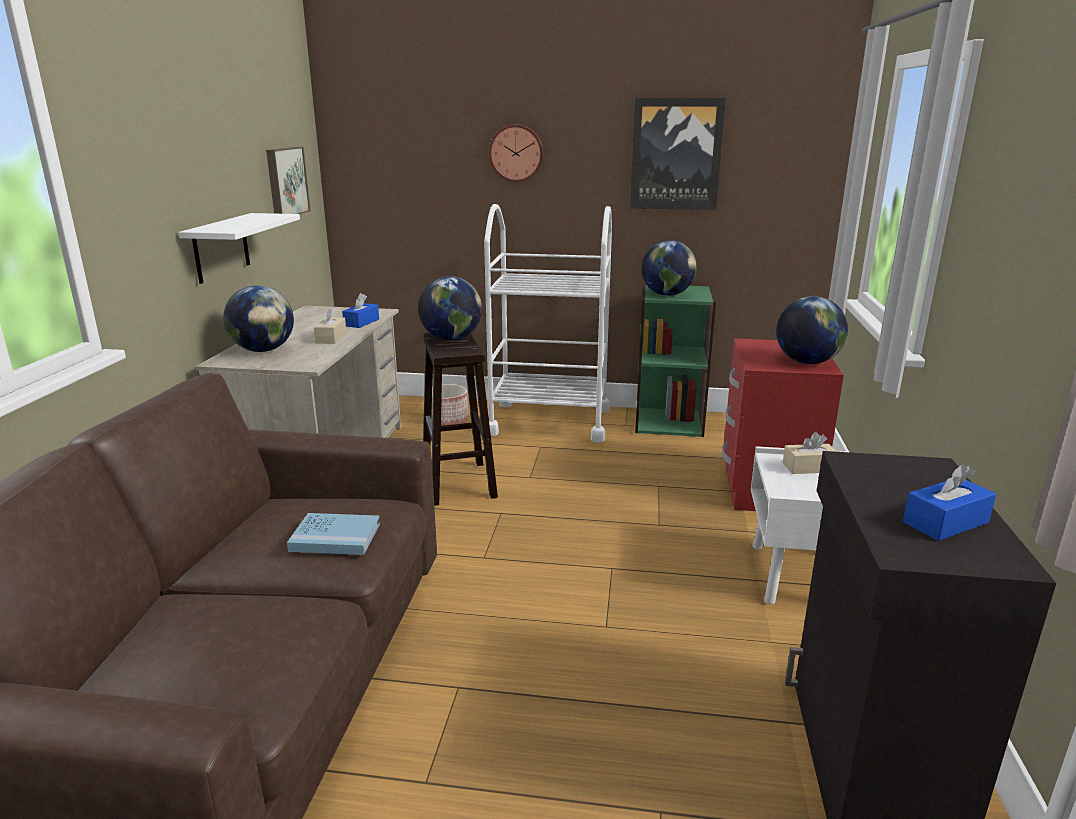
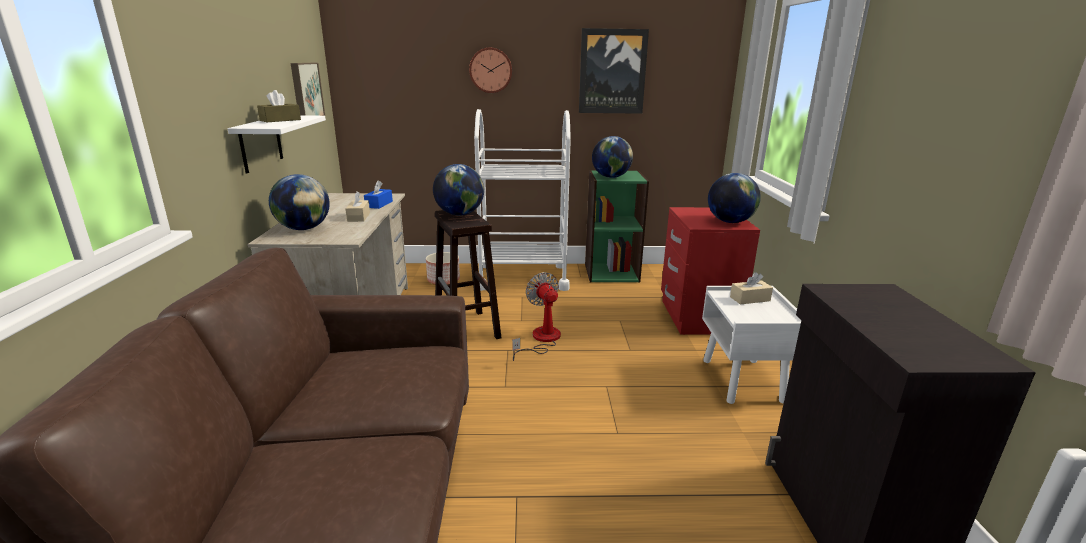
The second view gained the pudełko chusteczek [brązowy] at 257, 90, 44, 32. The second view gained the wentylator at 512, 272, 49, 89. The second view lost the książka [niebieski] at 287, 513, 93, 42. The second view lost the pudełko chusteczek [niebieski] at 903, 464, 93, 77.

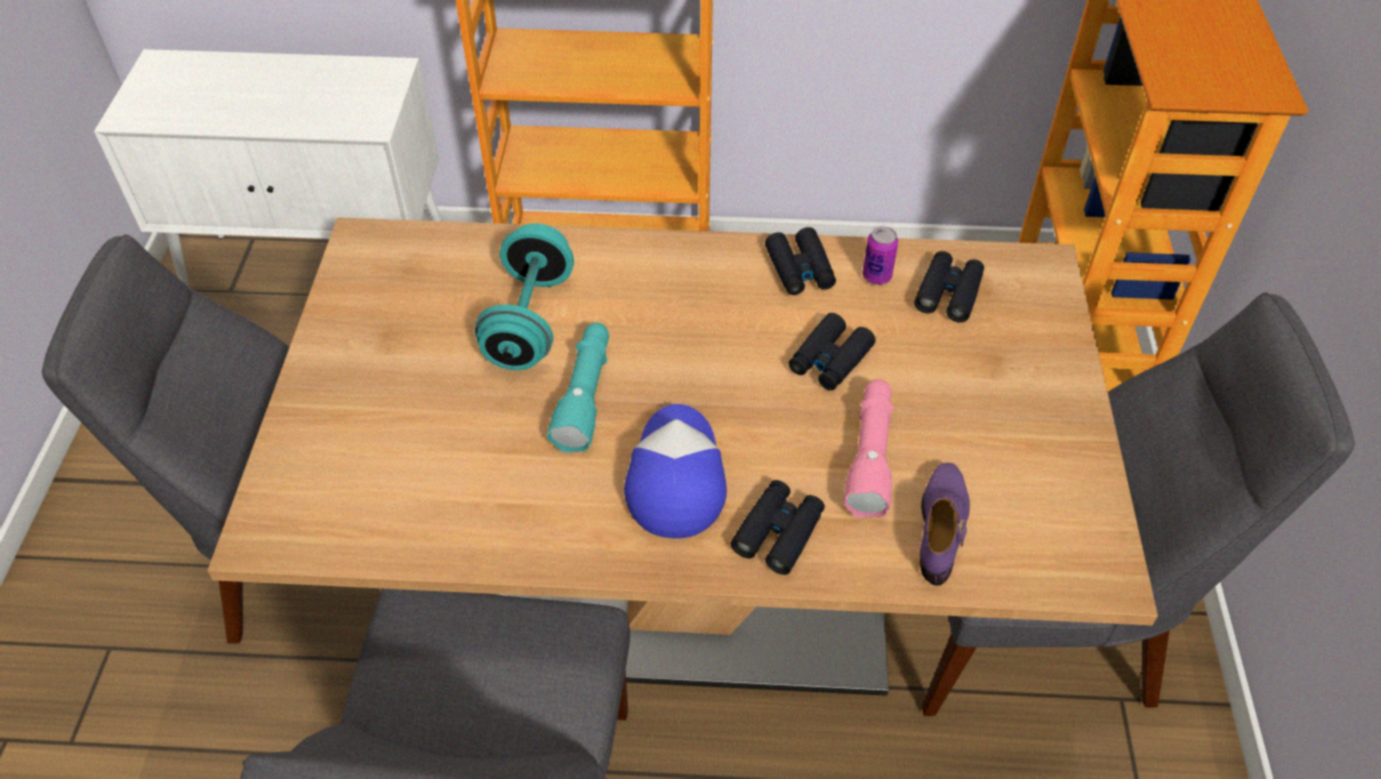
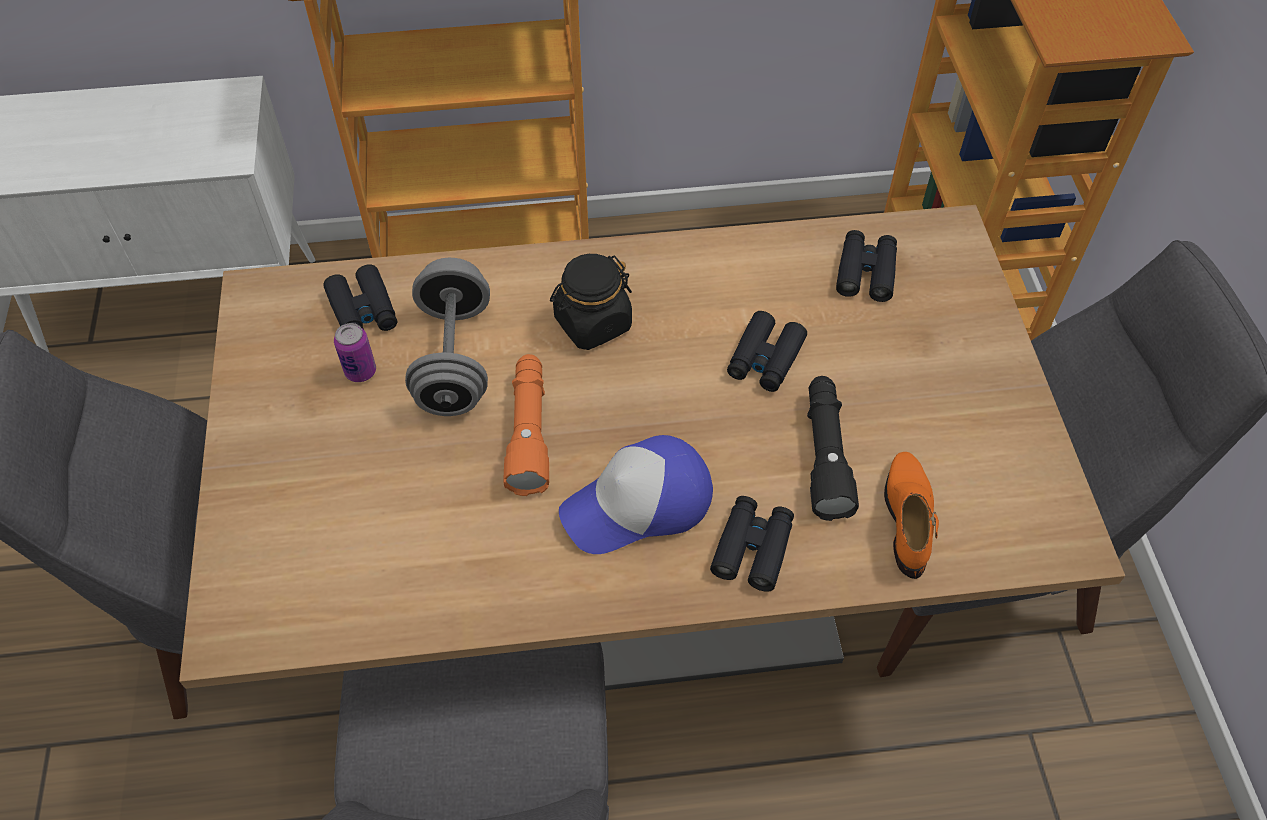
The lornetka [czarny] ended up elsewhere, having gone from 765, 227, 71, 68 to 323, 264, 74, 67. The puszka ended up elsewhere, having gone from 862, 226, 36, 59 to 334, 323, 42, 59. What was the hantel [turkusowy] at 474, 223, 100, 147 turned into the hantel [szary] at 405, 258, 85, 158. What was the latarka [turkusowy] at 547, 323, 62, 130 turned into the latarka [pomarańczowy] at 503, 354, 46, 142. The second view gained the słoik [czarny] at 550, 254, 82, 96. The czapka z daszkiem at 624, 404, 103, 134 ended up facing another way, 105 degrees counterclockwise from before. What was the latarka [różowy] at 844, 379, 50, 140 turned into the latarka [czarny] at 807, 376, 52, 145. What was the but [fioletowy] at 920, 463, 50, 123 turned into the but [pomarańczowy] at 884, 452, 55, 127.

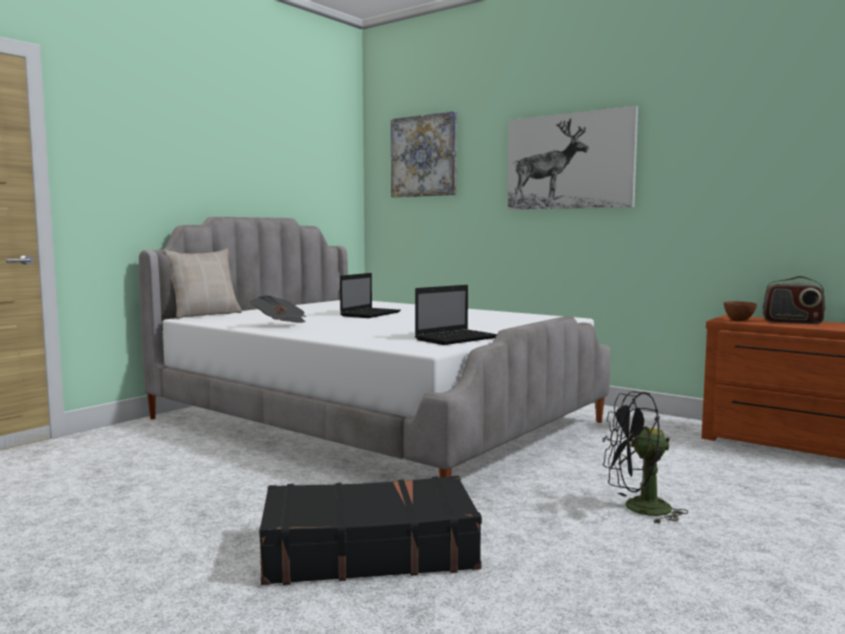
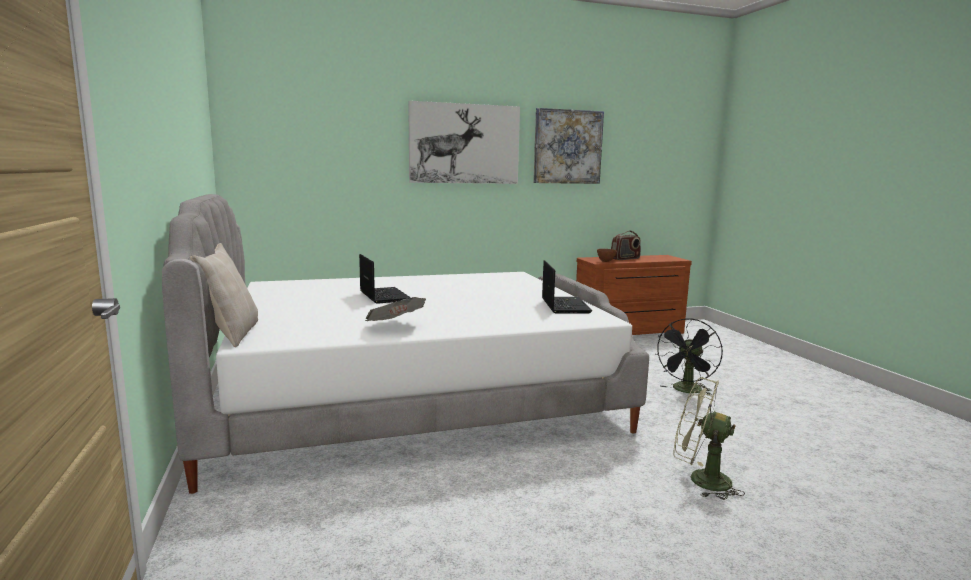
The obraz ended up elsewhere, having gone from 391, 111, 66, 86 to 533, 108, 71, 76. Where the walizka [czarny] stood at 259, 476, 223, 109, the wentylator [zielony] came to stand at 673, 377, 72, 123.

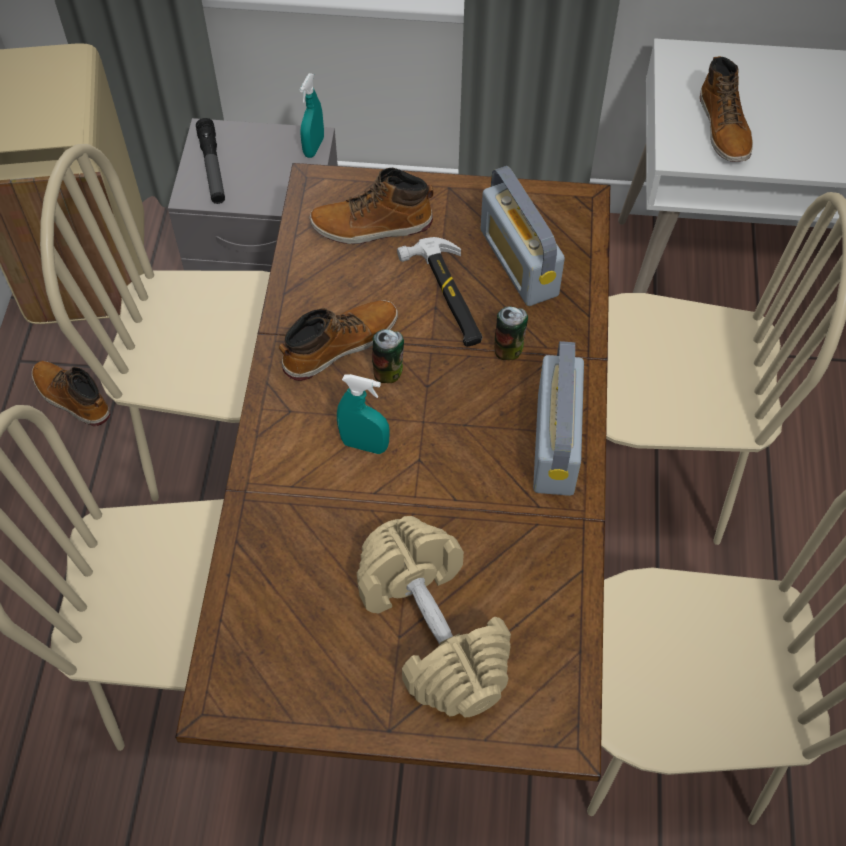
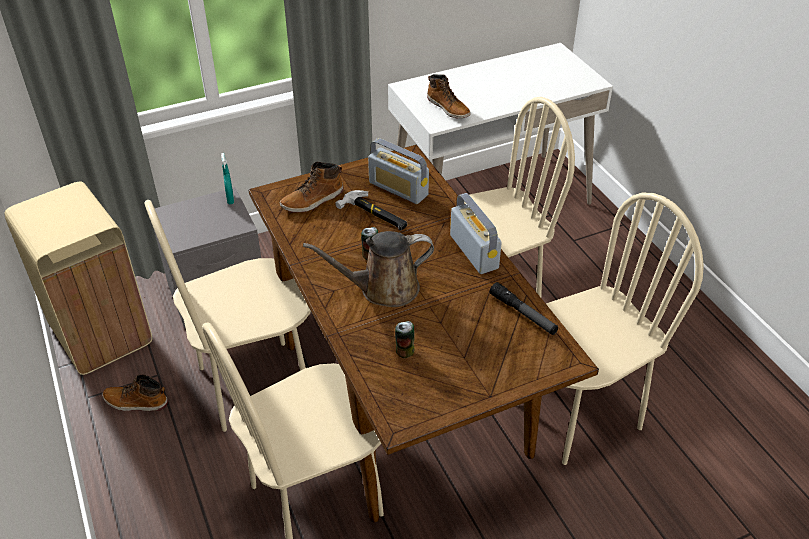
Where the spryskiwacz [turkusowy] stood at 337, 374, 53, 80, the konewka [brązowy] came to stand at 303, 231, 131, 76. The puszka ended up elsewhere, having gone from 494, 306, 34, 54 to 395, 321, 20, 37. The latarka ended up elsewhere, having gone from 196, 118, 29, 86 to 490, 282, 68, 53. The second view lost the but z cholewką at 279, 301, 119, 80. The second view lost the hantel [beżowy] at 357, 516, 154, 201.

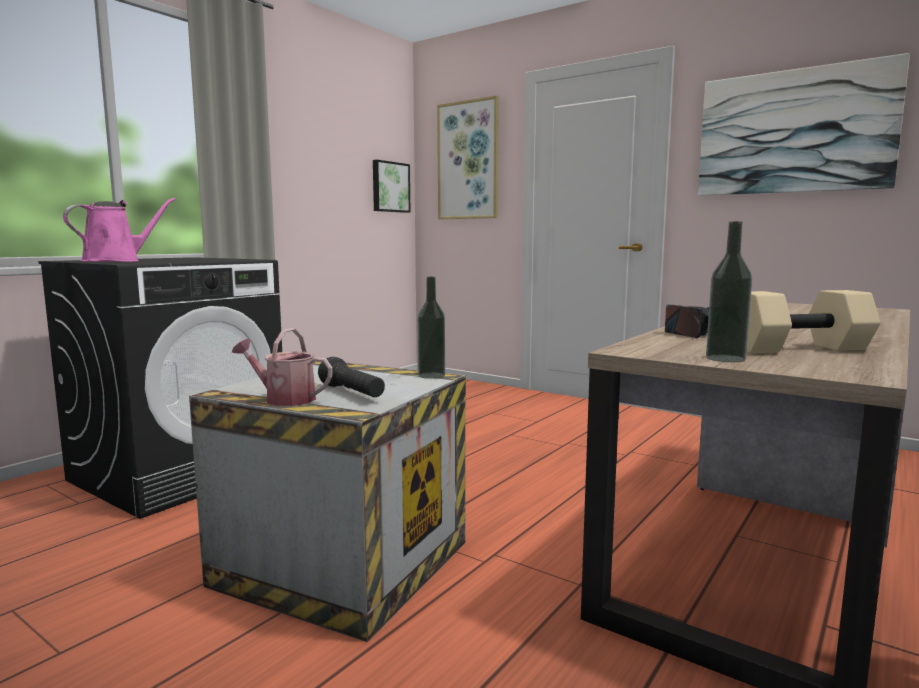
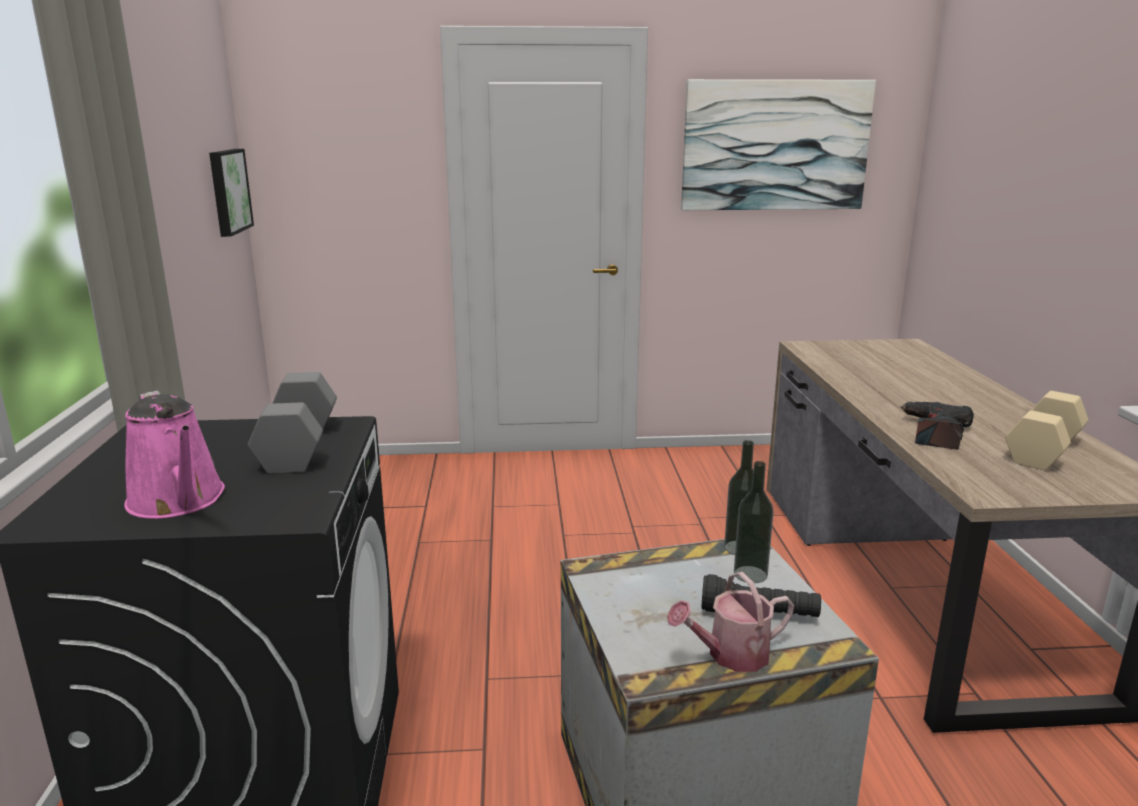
The konewka [różowy] at 63, 198, 113, 64 ended up facing another way, 150 degrees clockwise from before. The second view gained the hantel [szary] at 248, 372, 89, 102. The butelka ended up elsewhere, having gone from 706, 221, 46, 141 to 734, 461, 40, 122. The second view lost the obraz at 437, 95, 62, 124.

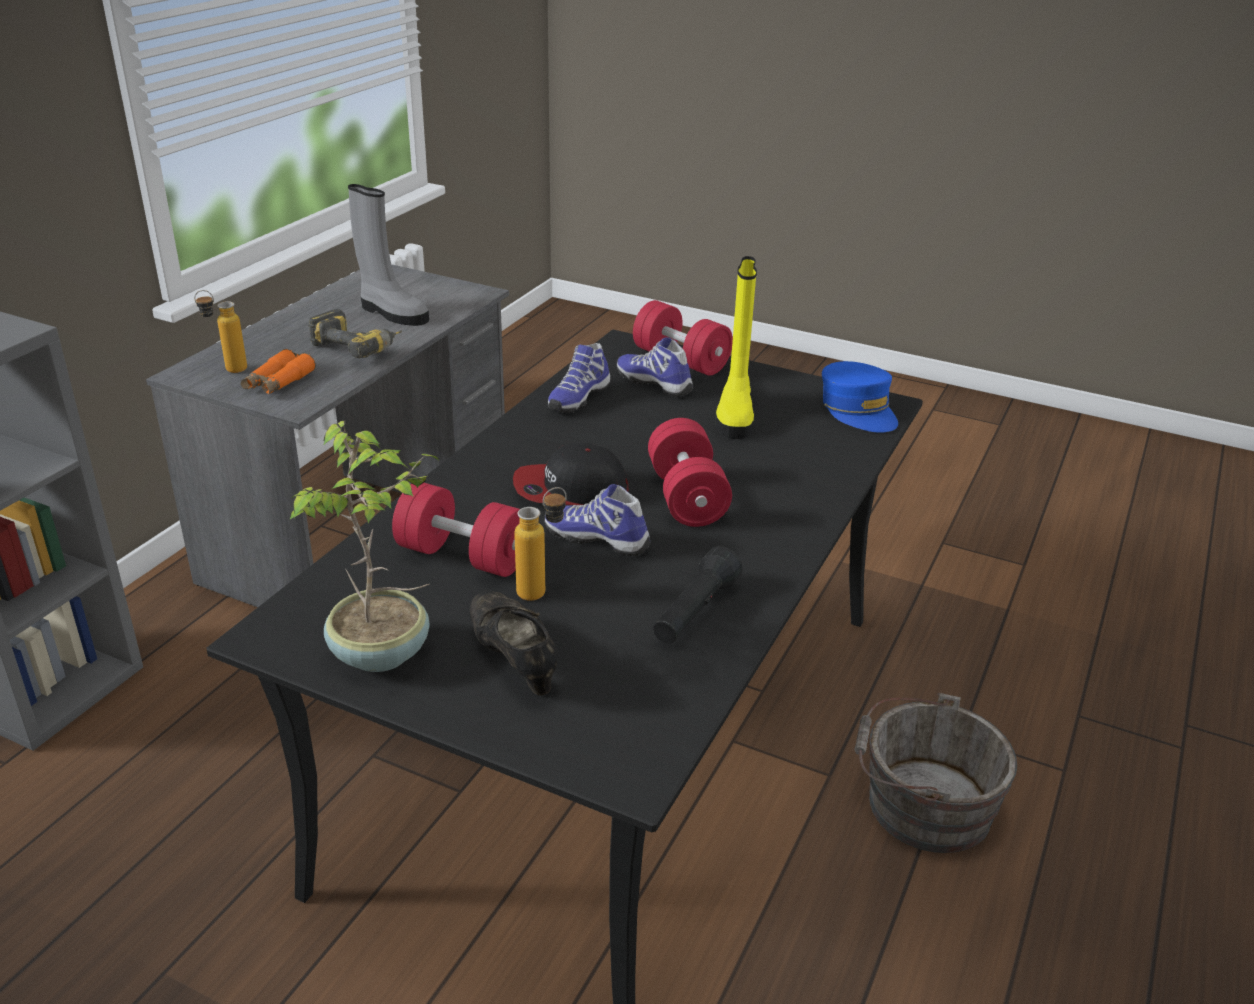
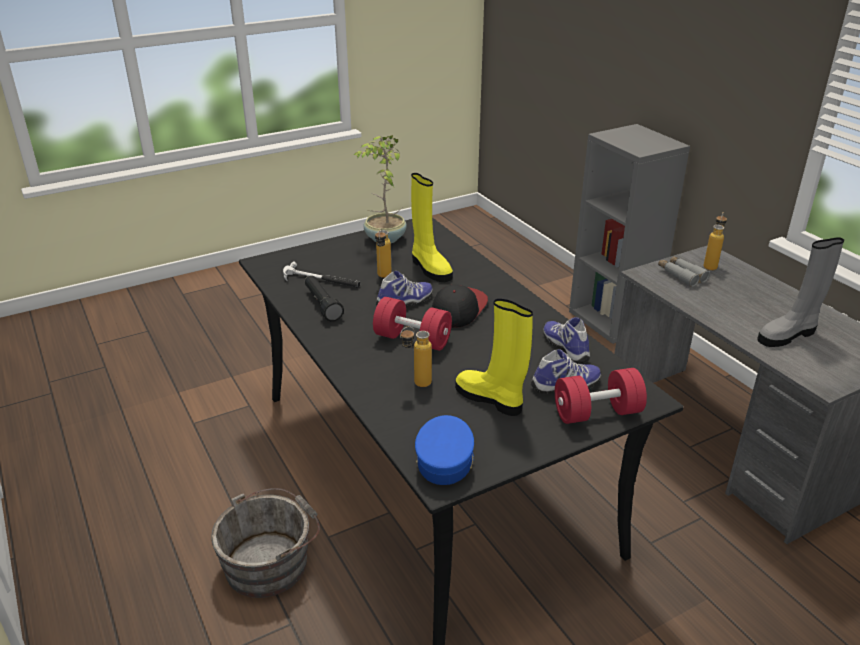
The second view gained the młotek at 283, 262, 77, 26. The second view gained the butelka at 400, 326, 32, 61. Where the hantel [czerwony] stood at 392, 483, 128, 94, the but z cholewką [żółty] came to stand at 411, 173, 42, 109. The czapka z daszkiem [niebieski] at 822, 361, 76, 72 ended up facing another way, 90 degrees clockwise from before. What was the lornetka [pomarańczowy] at 241, 349, 75, 45 turned into the lornetka [szary] at 658, 256, 52, 31. The second view lost the wiertarka at 308, 309, 94, 49. The second view lost the but [czarny] at 469, 591, 89, 105.

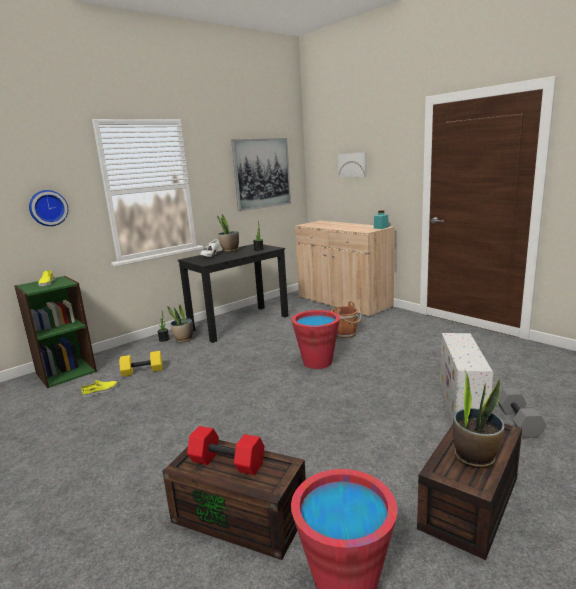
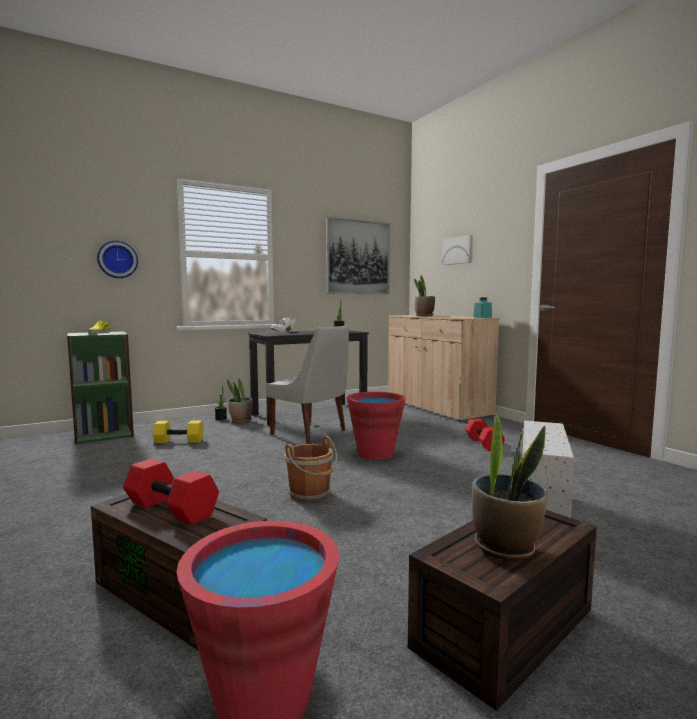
The second view gained the krzesło [biały] at 266, 326, 83, 118. The wiadro [brązowy] ended up elsewhere, having gone from 331, 301, 30, 37 to 285, 436, 52, 66. The roślina doniczkowa ended up elsewhere, having gone from 217, 214, 22, 38 to 413, 275, 22, 41. The second view gained the hantel [czerwony] at 465, 419, 40, 32. The second view lost the but [żółty] at 81, 380, 37, 17. The second view lost the hantel [szary] at 498, 388, 49, 50.

